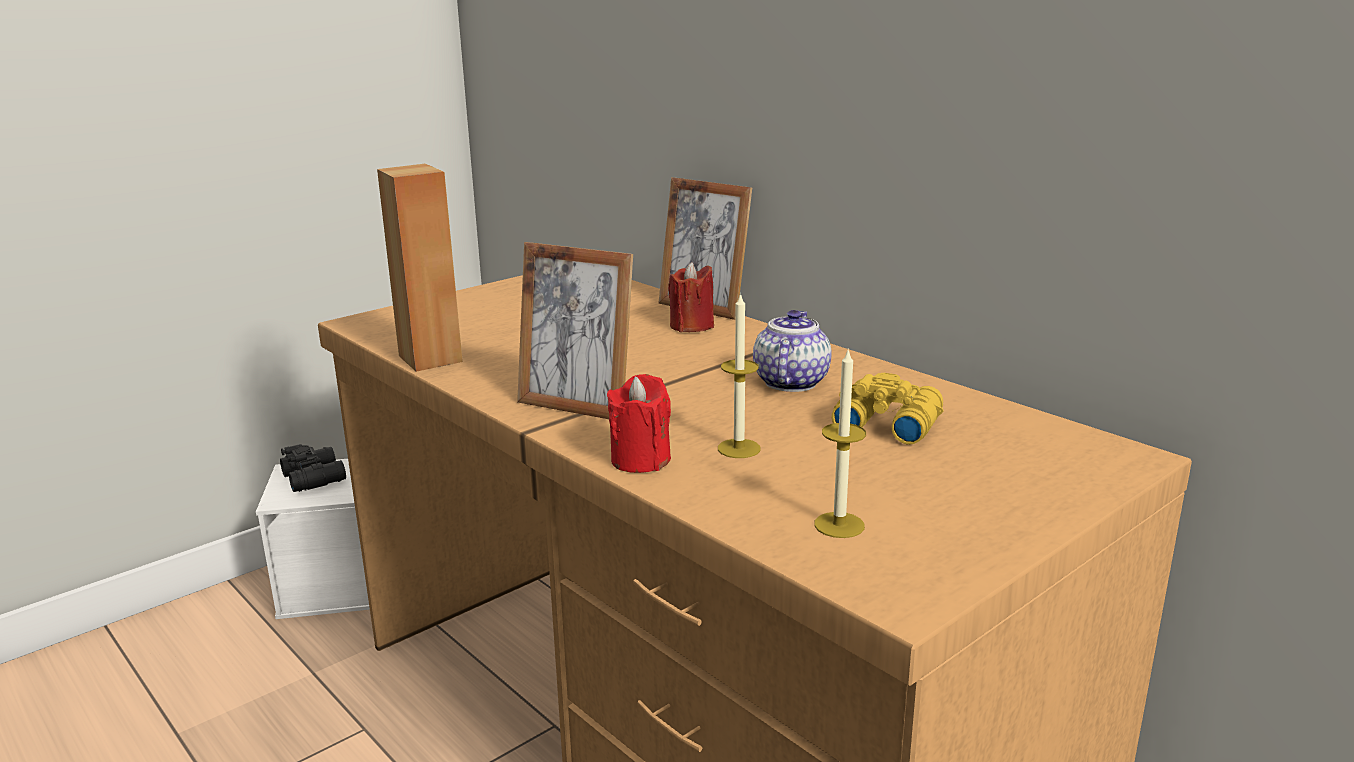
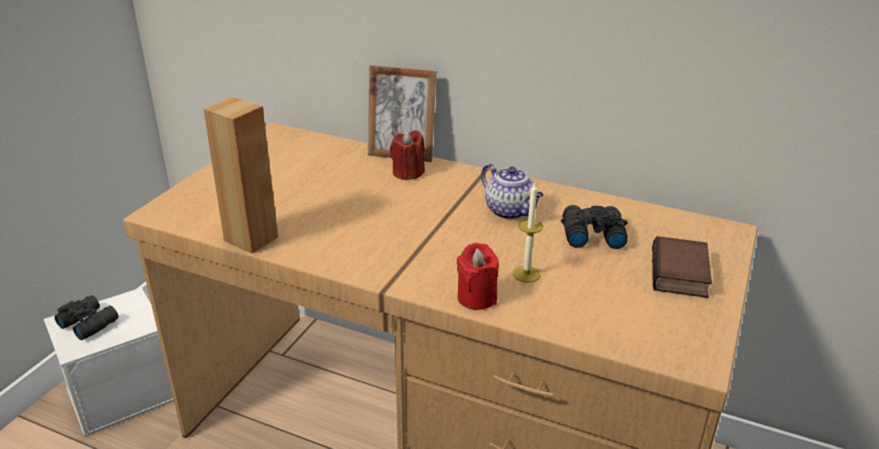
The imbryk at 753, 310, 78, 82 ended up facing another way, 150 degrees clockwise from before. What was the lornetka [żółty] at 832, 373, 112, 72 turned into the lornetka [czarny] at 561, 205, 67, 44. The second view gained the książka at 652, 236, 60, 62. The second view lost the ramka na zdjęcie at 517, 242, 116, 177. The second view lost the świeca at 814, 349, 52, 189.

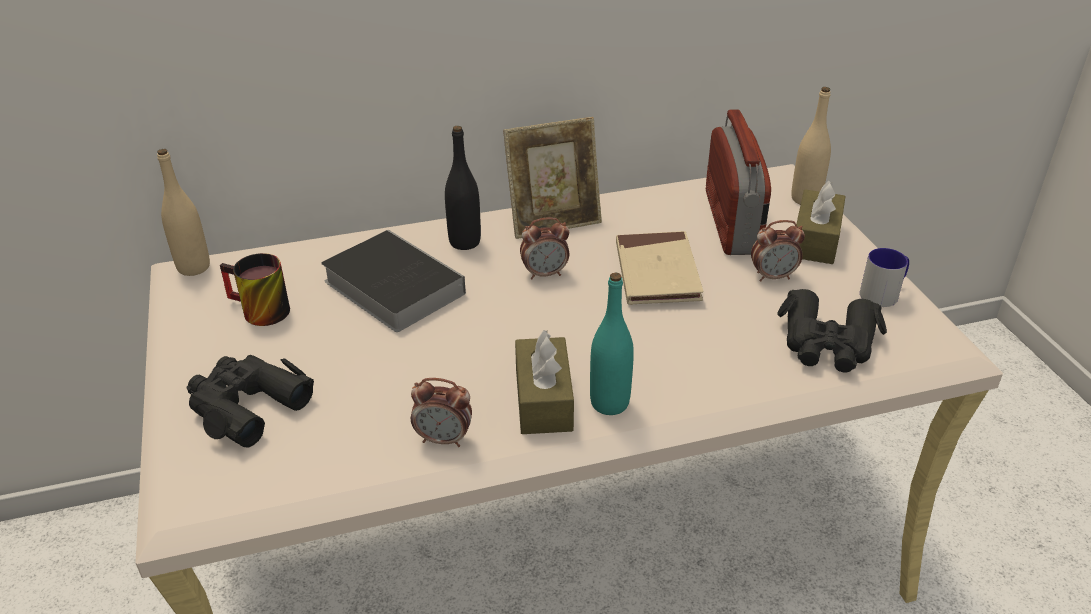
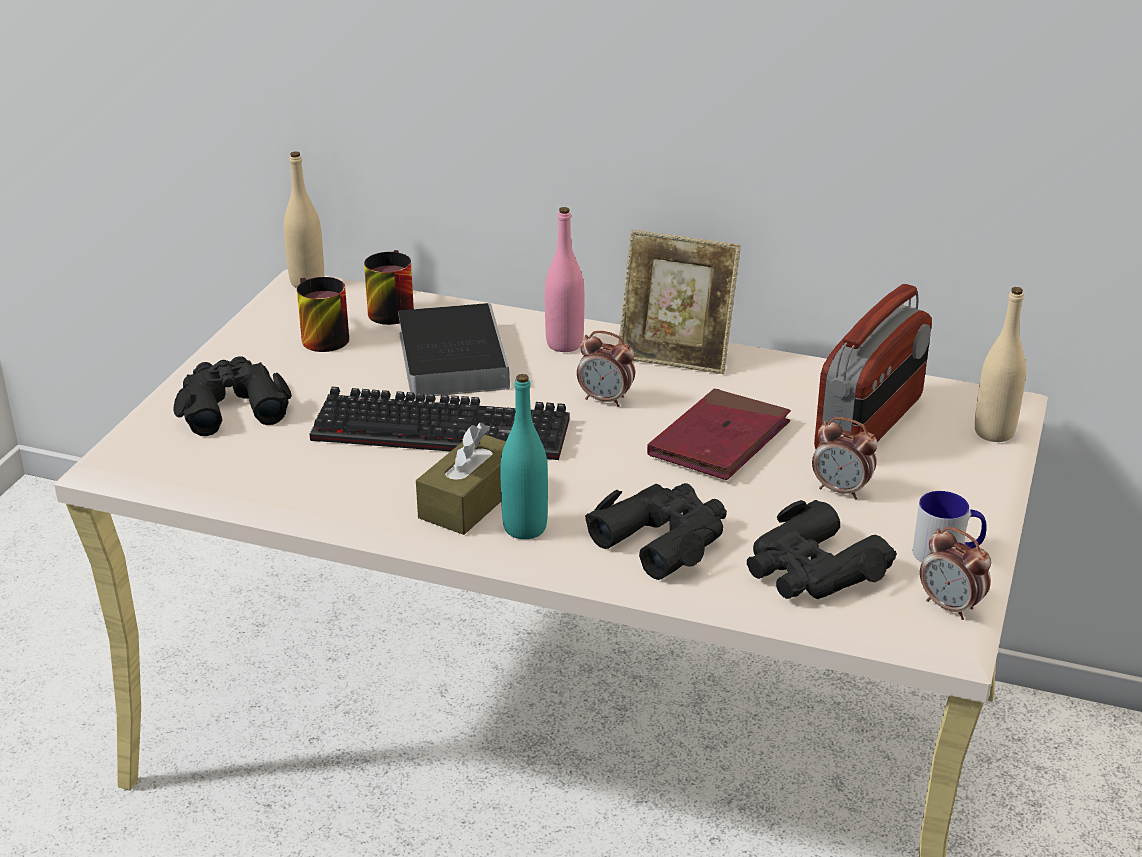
The second view gained the klawiatura at 310, 387, 260, 73. The second view gained the kubek at 364, 250, 50, 75. What was the butelka [czarny] at 445, 126, 36, 124 turned into the butelka [różowy] at 545, 207, 39, 145. The second view gained the lornetka [czarny] at 585, 483, 142, 97. What was the książka [beżowy] at 616, 231, 87, 74 turned into the książka [czerwony] at 647, 388, 144, 92. The budzik ended up elsewhere, having gone from 411, 378, 61, 69 to 920, 527, 71, 93. The second view lost the pudełko chusteczek [brązowy] at 796, 180, 50, 84.

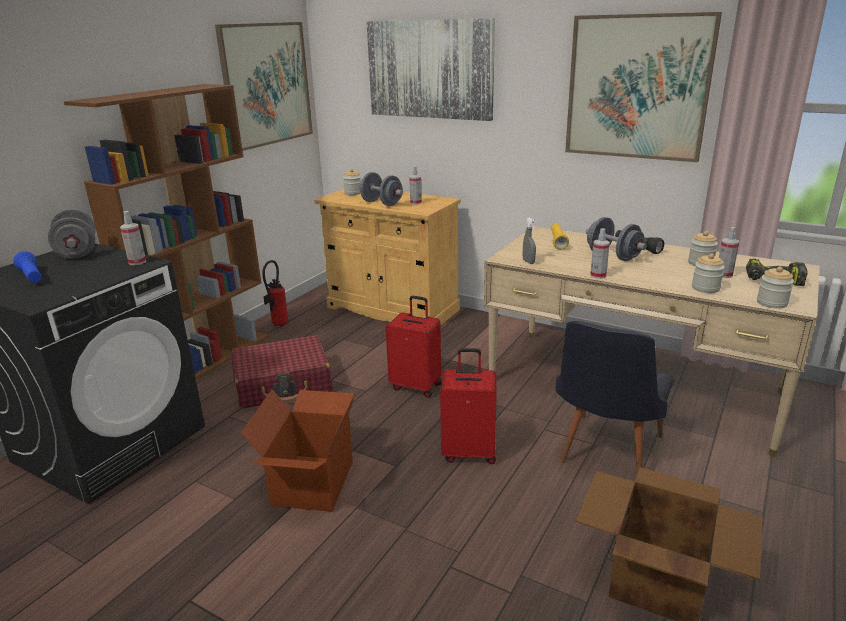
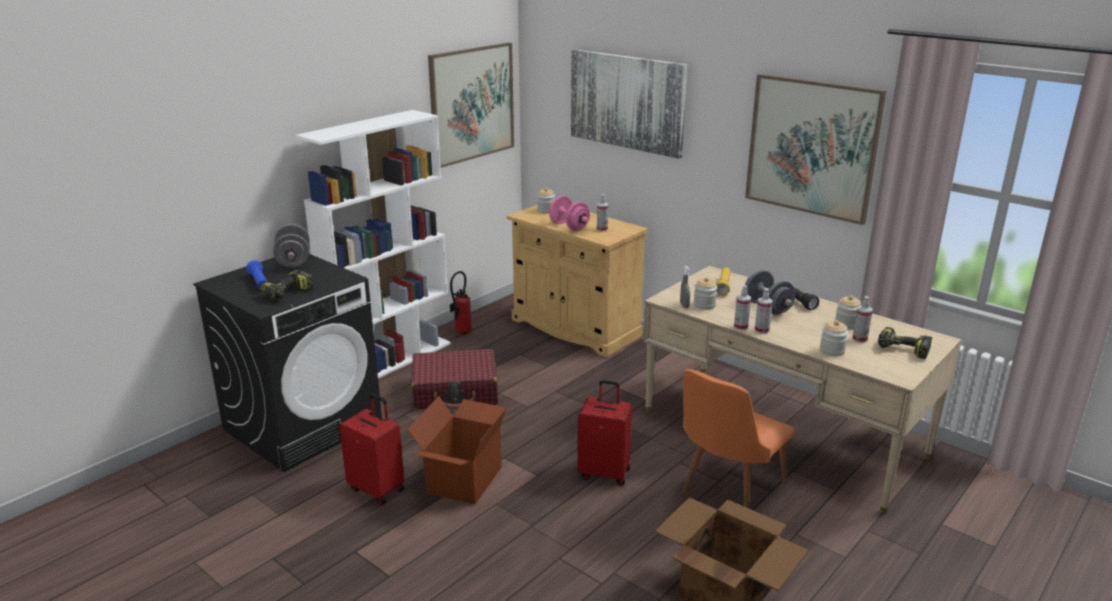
The second view gained the wiertarka at 259, 270, 54, 30. What was the regał [brązowy] at 64, 84, 205, 296 turned into the regał [biały] at 296, 110, 155, 269. The walizka [czerwony] ended up elsewhere, having gone from 386, 296, 55, 102 to 339, 394, 65, 111. What was the hantel [szary] at 359, 172, 44, 34 turned into the hantel [różowy] at 549, 196, 41, 35. What was the krzesło [czarny] at 556, 321, 118, 152 turned into the krzesło [pomarańczowy] at 682, 369, 113, 139. The słoik ended up elsewhere, having gone from 757, 267, 37, 42 to 693, 277, 24, 33. The spryskiwacz ended up elsewhere, having gone from 120, 211, 26, 54 to 755, 288, 18, 46.

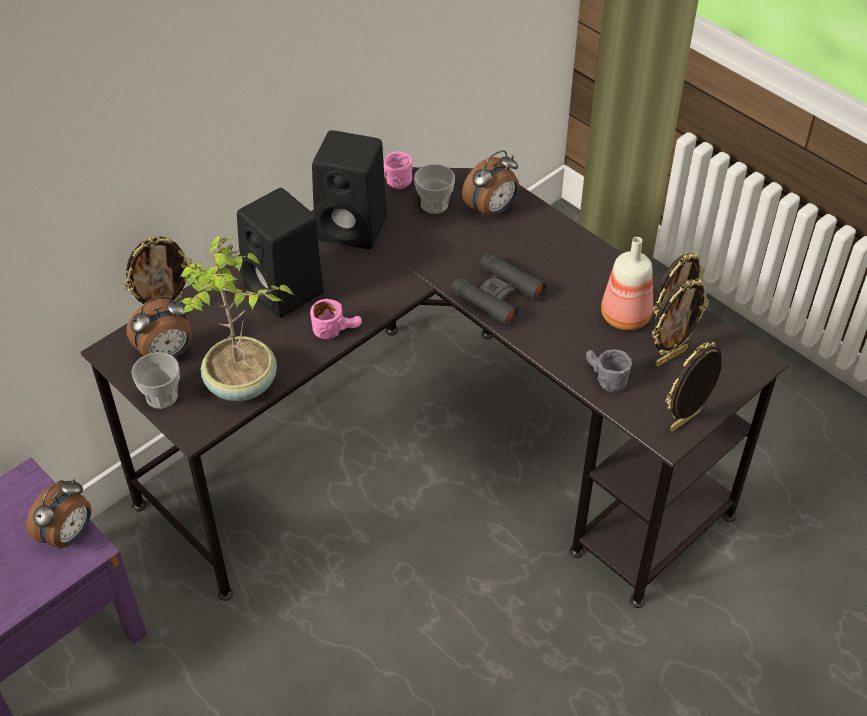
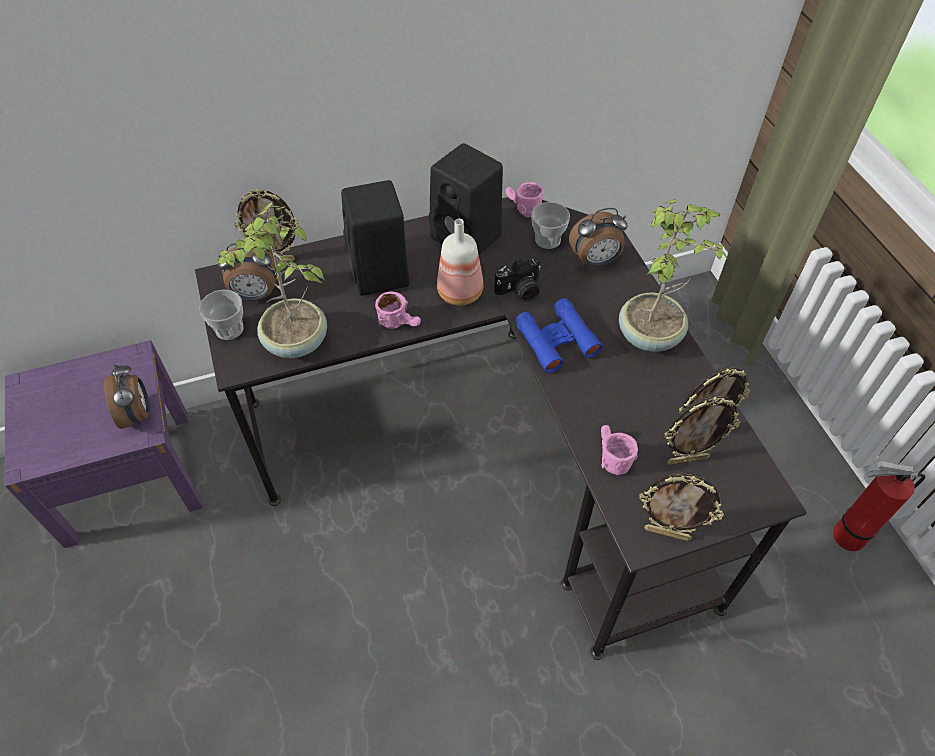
The budzik at 26, 479, 65, 70 ended up facing another way, 75 degrees counterclockwise from before. The butelka ended up elsewhere, having gone from 601, 237, 52, 93 to 437, 219, 46, 86. The second view gained the aparat fotograficzny at 494, 259, 47, 43. What was the lornetka [czarny] at 451, 252, 95, 75 turned into the lornetka [niebieski] at 515, 298, 88, 75. What was the kubek [szary] at 586, 349, 46, 43 turned into the kubek [różowy] at 601, 425, 37, 50. The second view gained the roślina doniczkowa at 619, 200, 109, 152. The ramka na zdjęcie at 665, 342, 57, 90 ended up facing another way, 150 degrees counterclockwise from before. The second view gained the gaśnica at 833, 461, 92, 90.

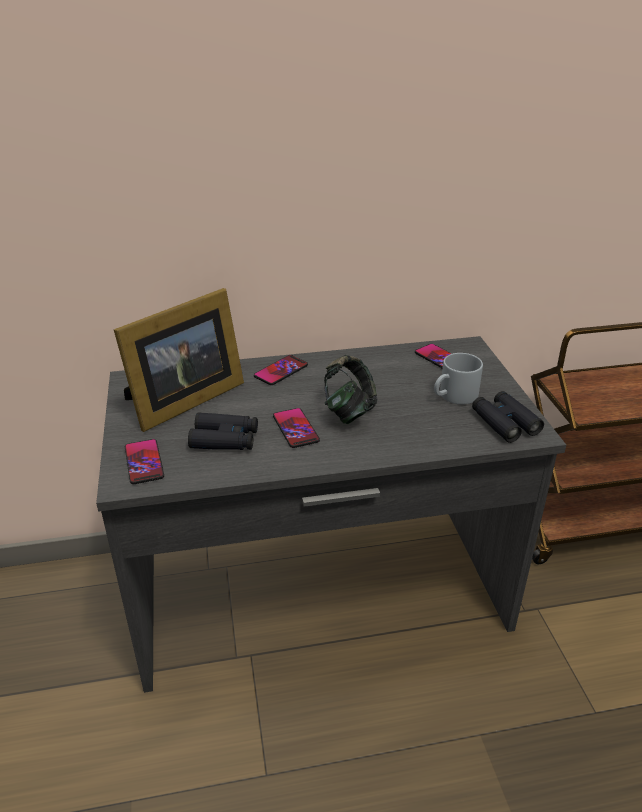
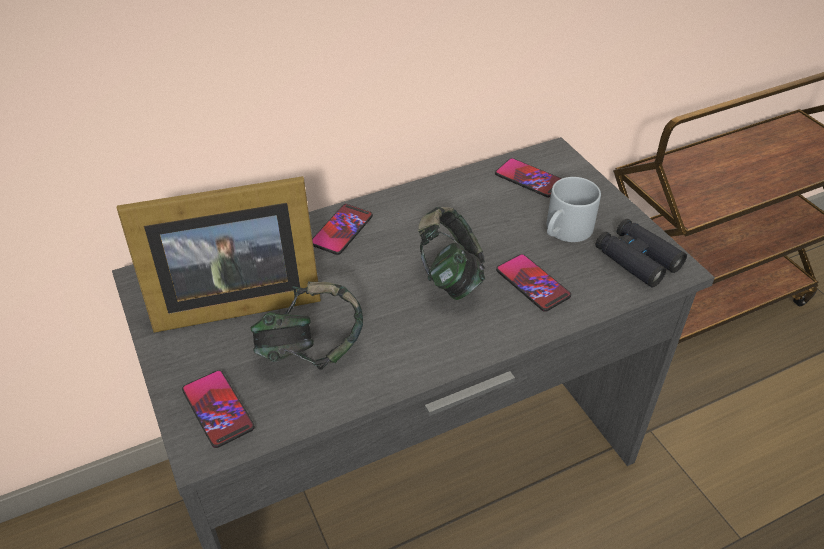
The ramka na zdjęcie at 114, 288, 130, 144 ended up facing another way, 45 degrees clockwise from before. Where the lornetka [czarny] stood at 188, 413, 70, 37, the słuchawki came to stand at 250, 282, 113, 88. The telefon ended up elsewhere, having gone from 273, 408, 47, 40 to 496, 254, 75, 58.

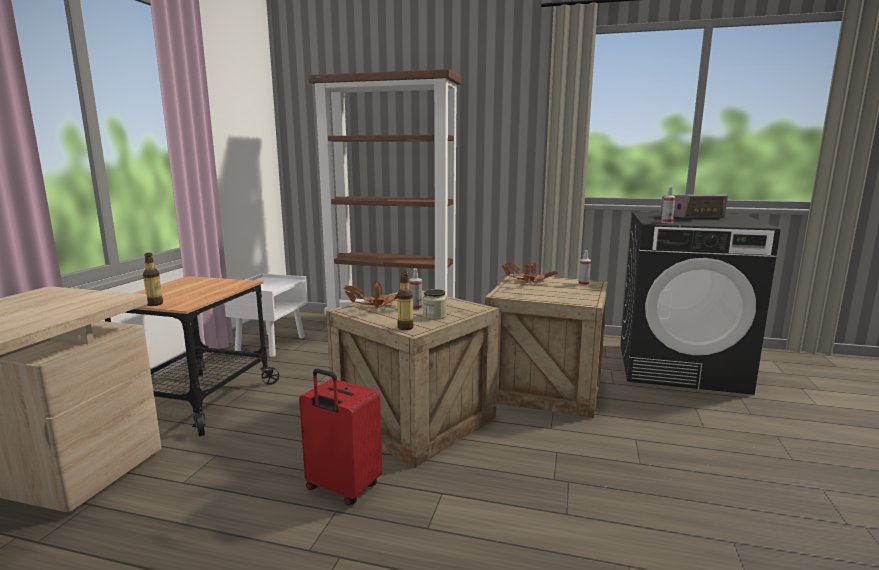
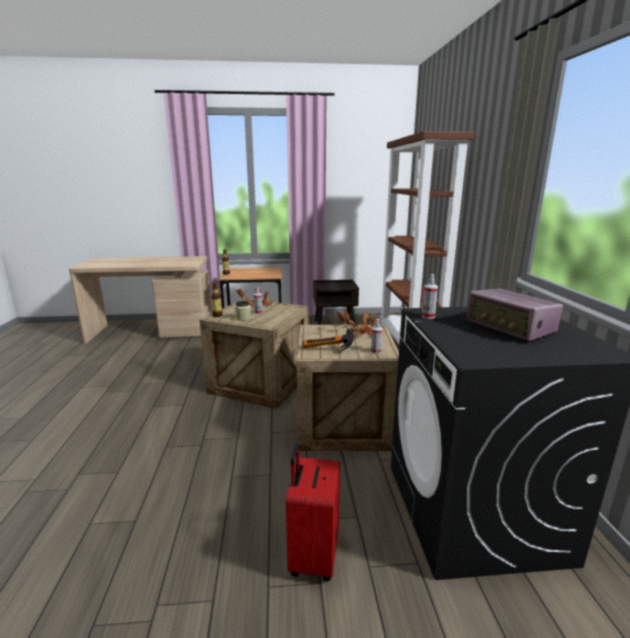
The walizka [czerwony] ended up elsewhere, having gone from 299, 369, 83, 137 to 286, 443, 54, 138. The second view gained the młotek at 303, 329, 51, 22. What was the szafka nocna [biały] at 224, 274, 84, 83 turned into the szafka nocna [brązowy] at 313, 280, 46, 45.

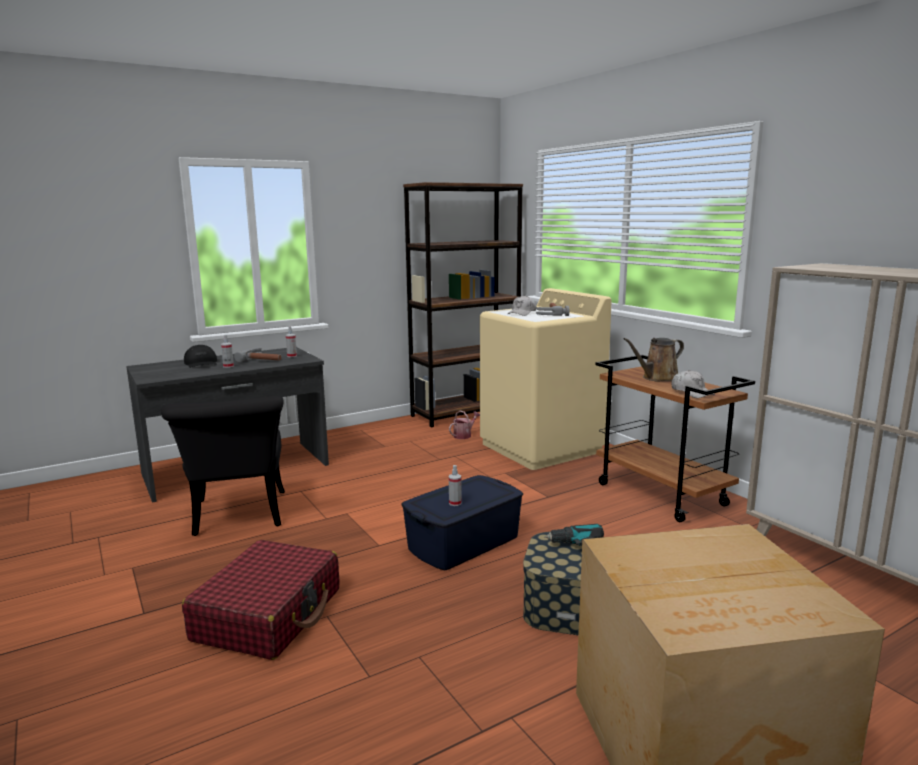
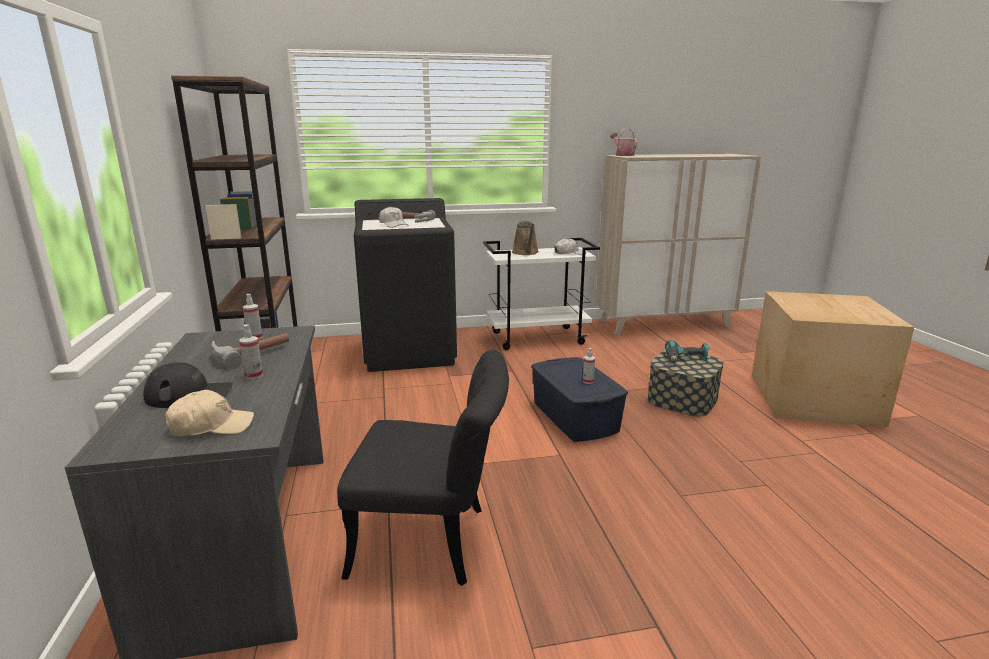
The second view gained the czapka z daszkiem [beżowy] at 166, 390, 88, 46. What was the pralka [beżowy] at 480, 288, 132, 182 turned into the pralka [czarny] at 354, 198, 103, 174. What was the wózek [brązowy] at 595, 355, 160, 167 turned into the wózek [biały] at 483, 238, 117, 112. The konewka ended up elsewhere, having gone from 449, 410, 31, 29 to 610, 128, 27, 28. The second view lost the walizka [czerwony] at 182, 540, 157, 120.

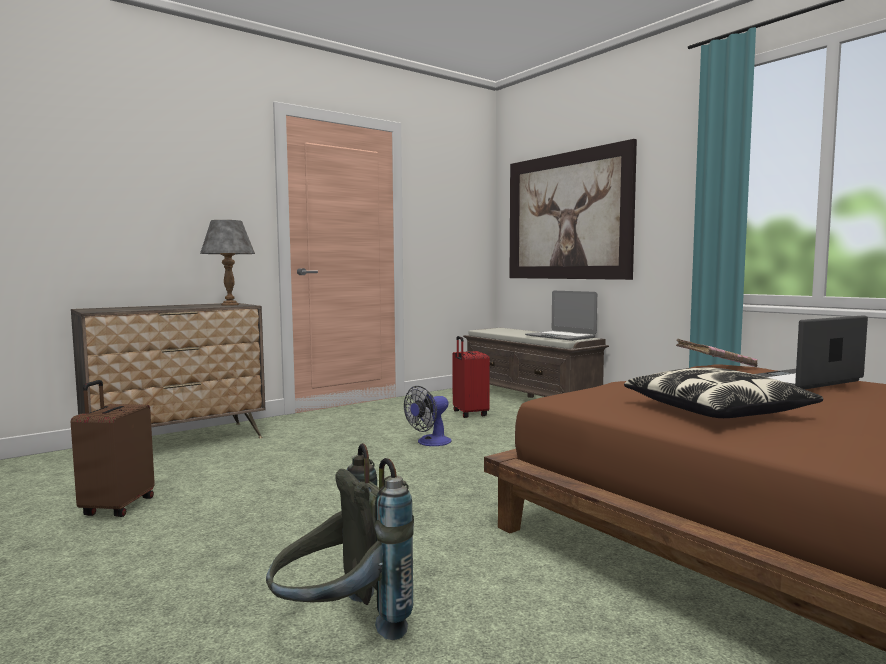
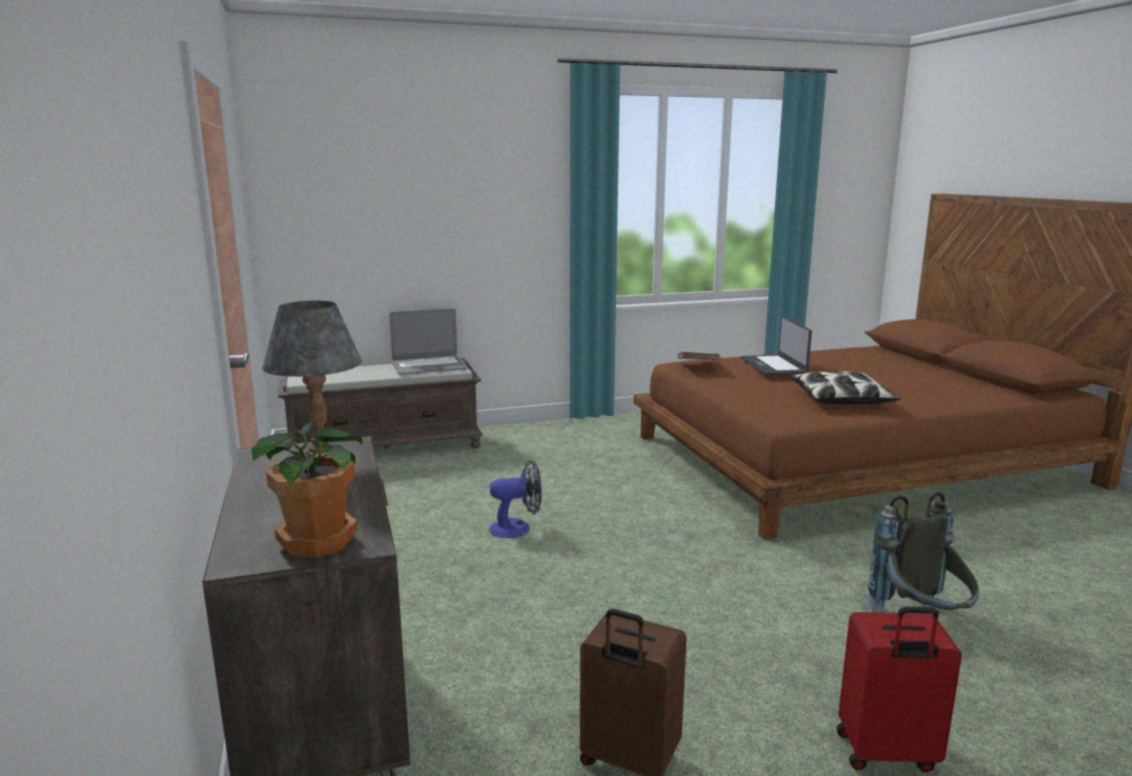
The second view gained the roślina doniczkowa at 251, 422, 111, 136. The wentylator at 404, 386, 48, 60 ended up facing another way, 75 degrees counterclockwise from before. The walizka [czerwony] ended up elsewhere, having gone from 452, 336, 38, 82 to 837, 607, 125, 166. The second view lost the obraz at 510, 139, 127, 141.

